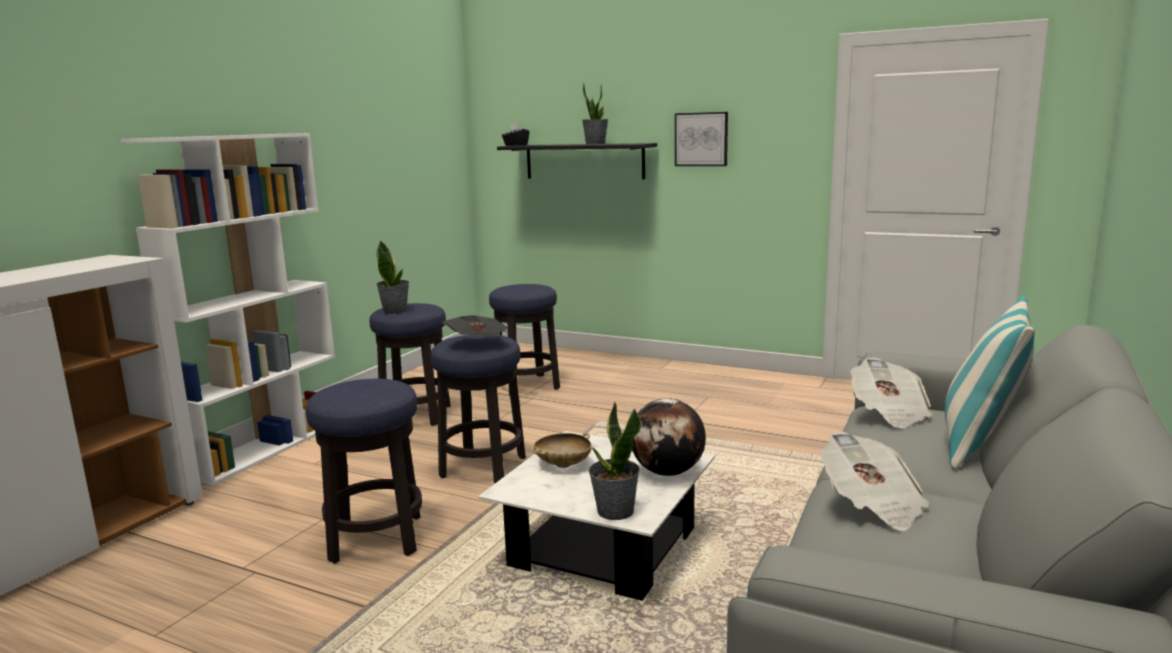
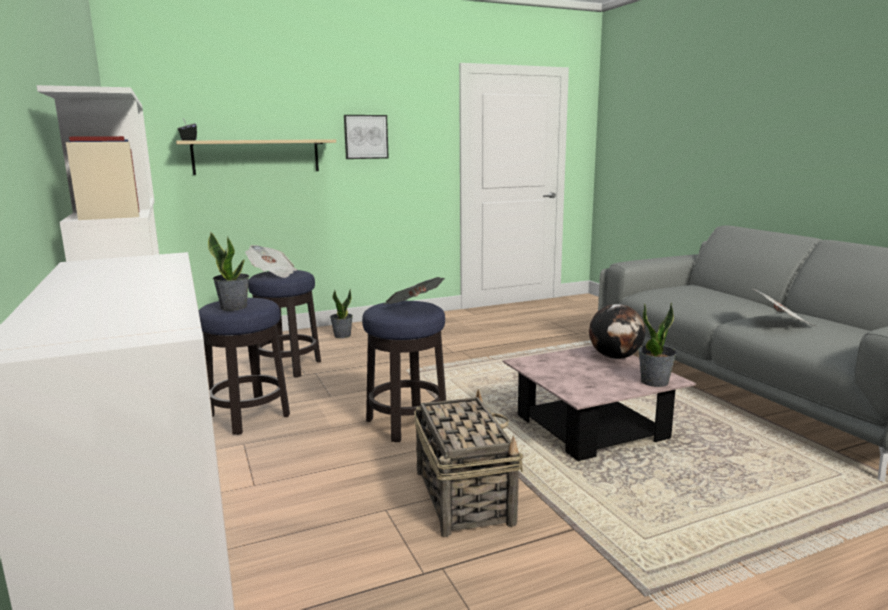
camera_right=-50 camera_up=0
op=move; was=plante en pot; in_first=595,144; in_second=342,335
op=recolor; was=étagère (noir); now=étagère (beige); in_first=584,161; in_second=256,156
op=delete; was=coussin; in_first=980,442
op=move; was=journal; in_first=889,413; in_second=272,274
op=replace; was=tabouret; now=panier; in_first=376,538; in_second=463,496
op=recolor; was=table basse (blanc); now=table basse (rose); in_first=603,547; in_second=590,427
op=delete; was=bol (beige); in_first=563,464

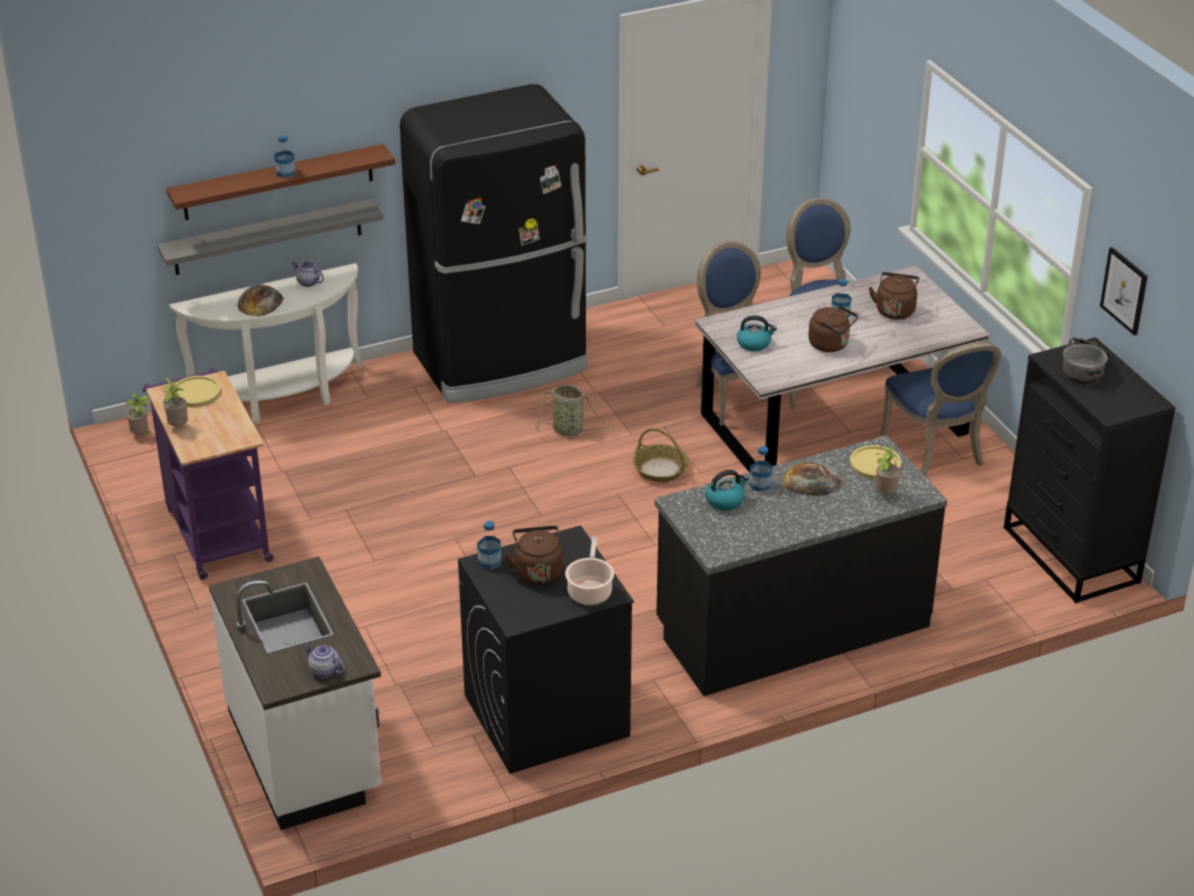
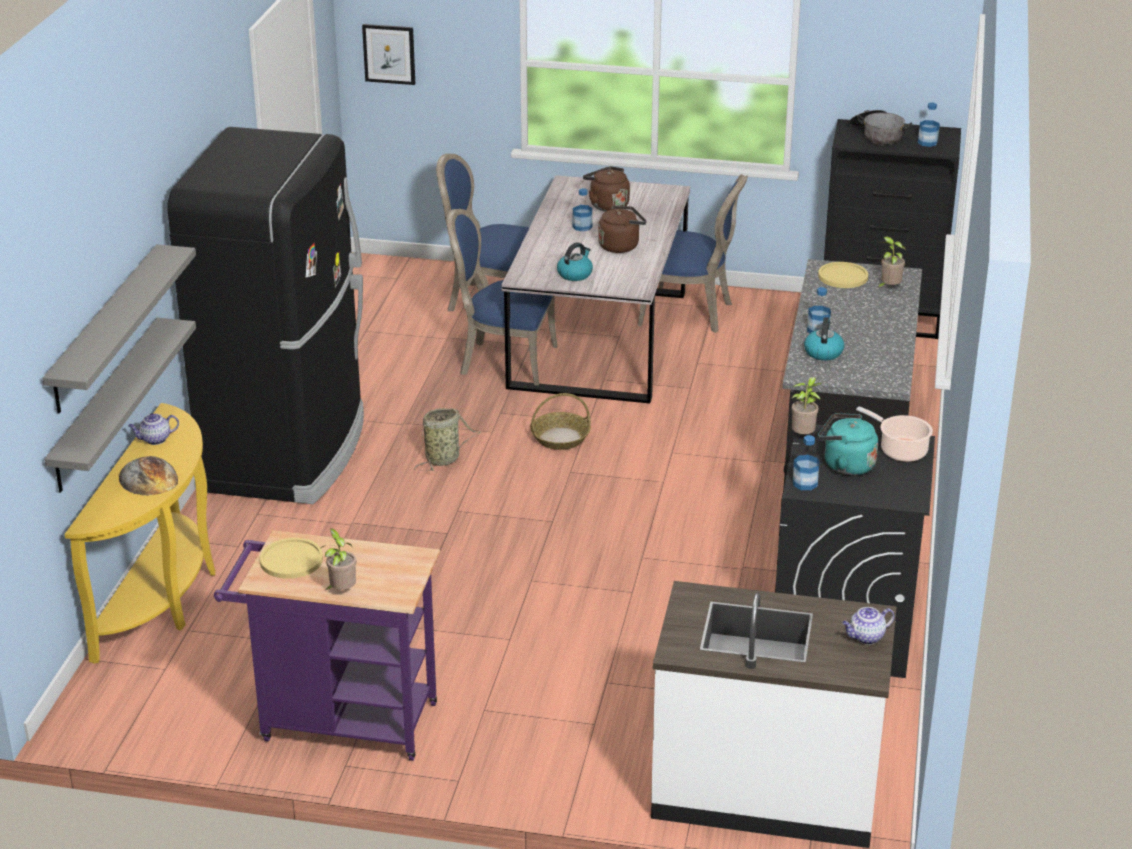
camera_right=-55 camera_up=-5
op=move; was=bouteille; in_first=285,172; in_second=927,142
op=recolor; was=étagère (marron); now=étagère (gris); in_first=278,182; in_second=105,328
op=move; was=tableau; in_first=1124,291; in_second=389,54
op=recolor; was=table console (blanc); now=table console (jaune); in_first=282,398; in_second=164,597
op=move; was=plante en pot; in_first=141,435; in_second=803,436
op=delete; was=pain; in_first=812,481
op=recolor; was=bouilloire (marron); now=bouilloire (turquoise); in_first=537,571; in_second=845,465

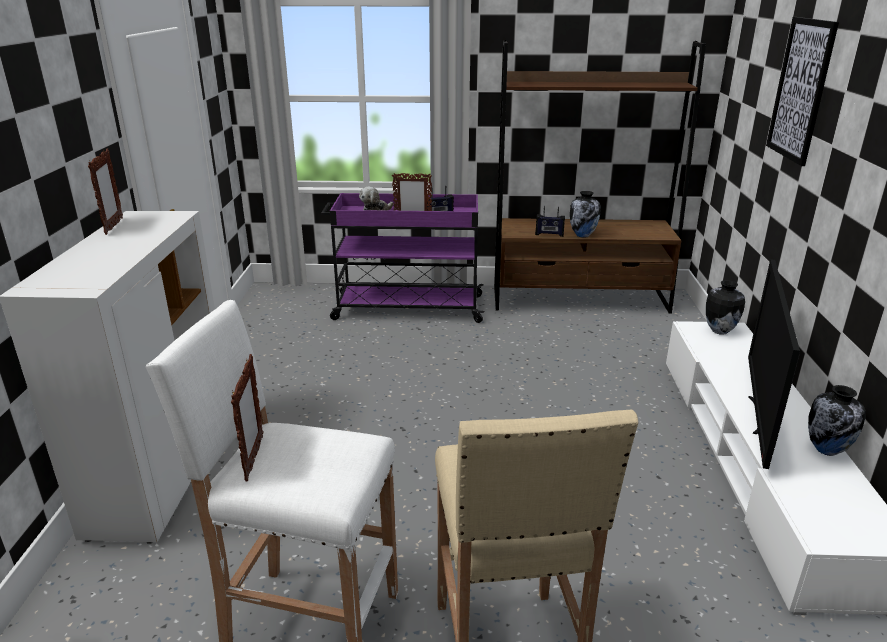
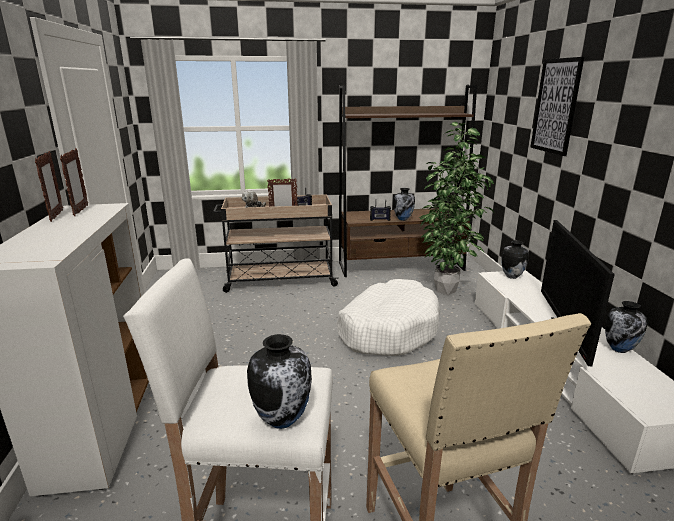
camera_right=-10 camera_up=-5
op=recolor; was=chariot (violet); now=chariot (beige); in_first=406,308; in_second=279,280
op=move; was=cadre photo; in_first=254,458; in_second=80,210
op=insert; now=plante en pot; in_second=447,290
op=insert; now=panier pour chien (blanc); in_second=388,329
op=insert; now=vase; in_second=282,419

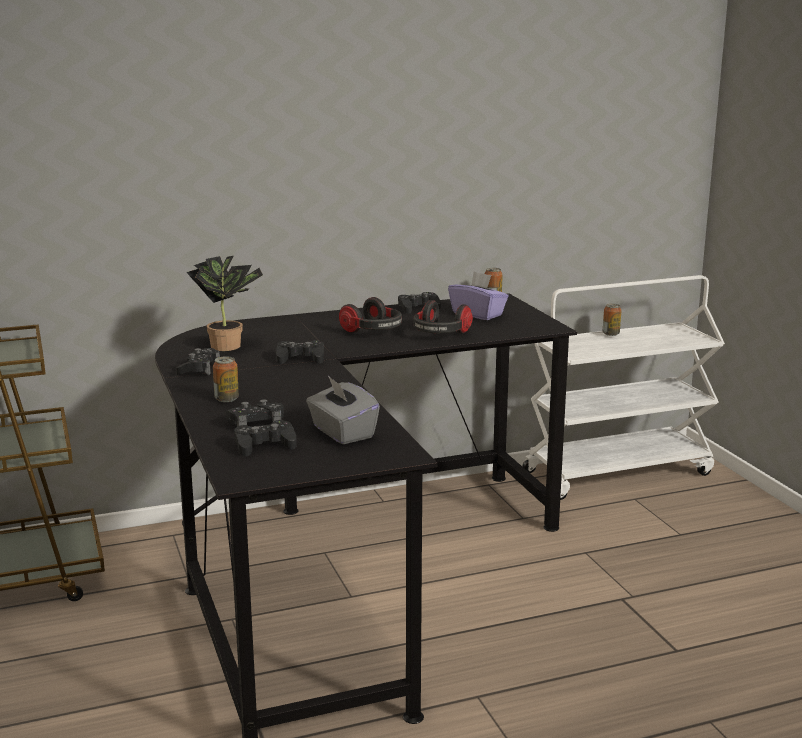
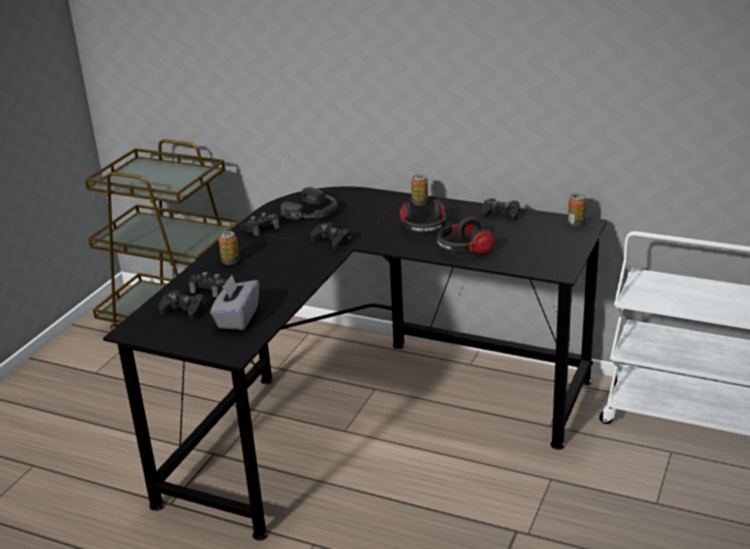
camera_right=45 camera_up=10
op=replace; was=plante en pot; now=casque audio (noir); in_first=230,345; in_second=313,212
op=delete; was=boîte à mouchoirs (violet); in_first=478,314
op=move; was=boîte métallique; in_first=611,334; in_second=420,203

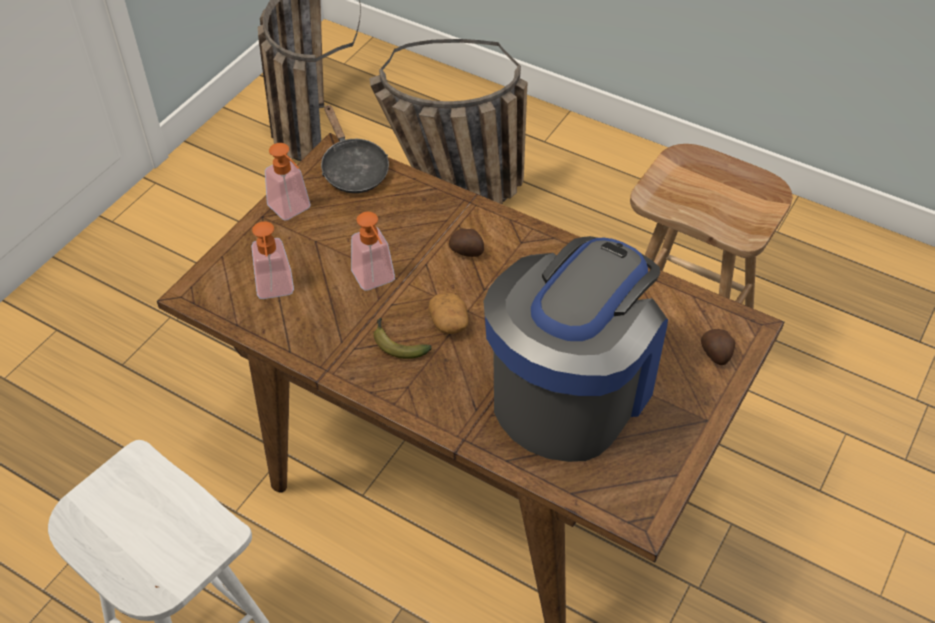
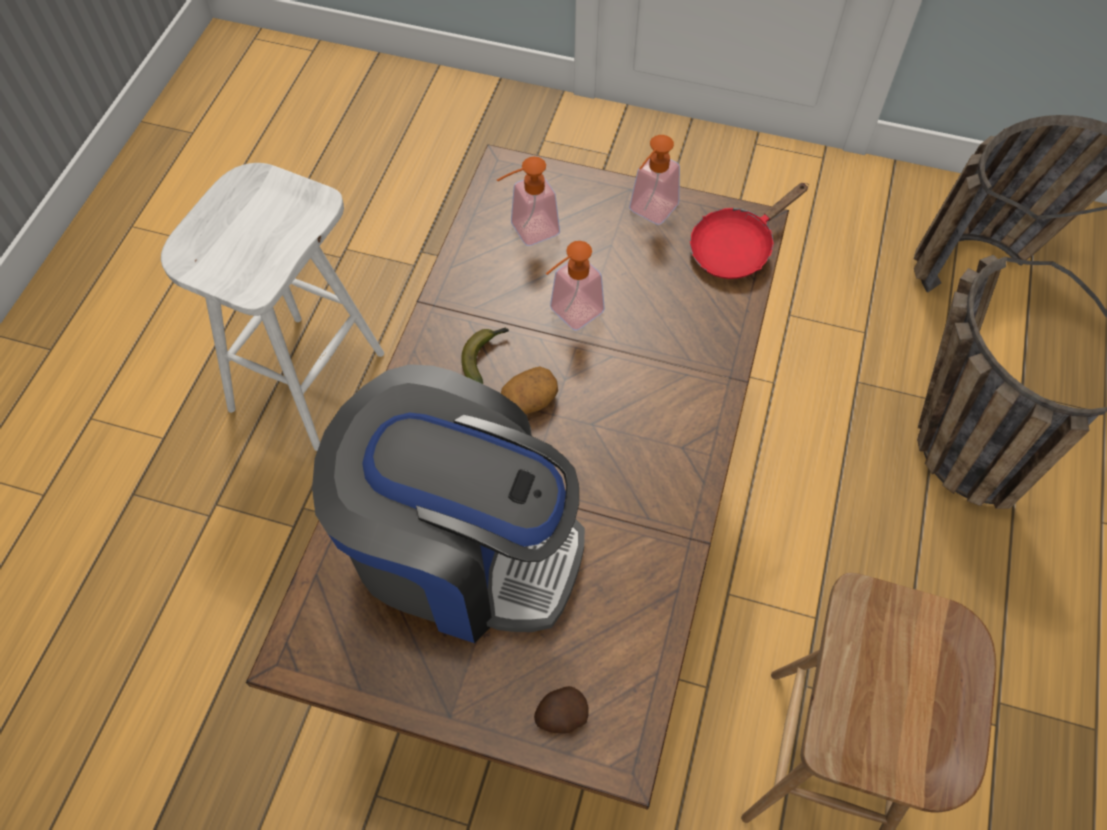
camera_right=75 camera_up=10
op=recolor; was=poêle (noir); now=poêle (rouge); in_first=353,169; in_second=736,247
op=delete; was=pomme de terre; in_first=467,251

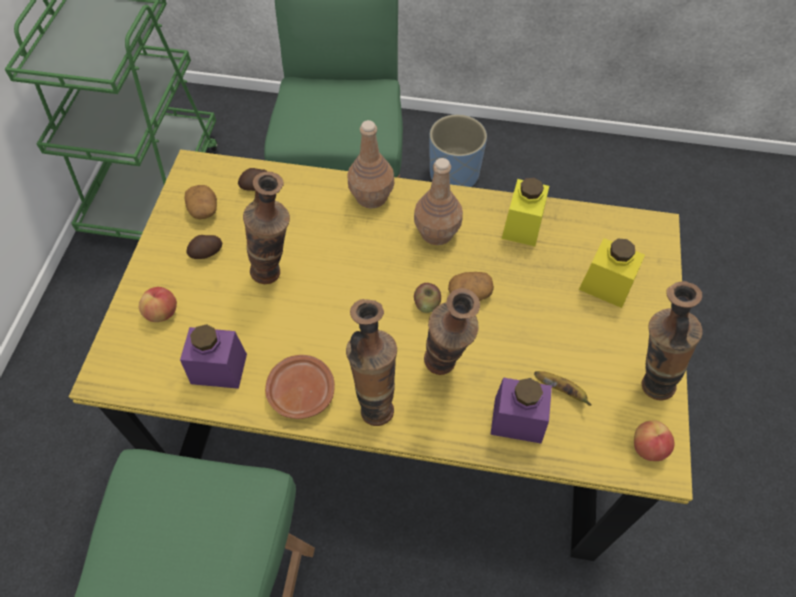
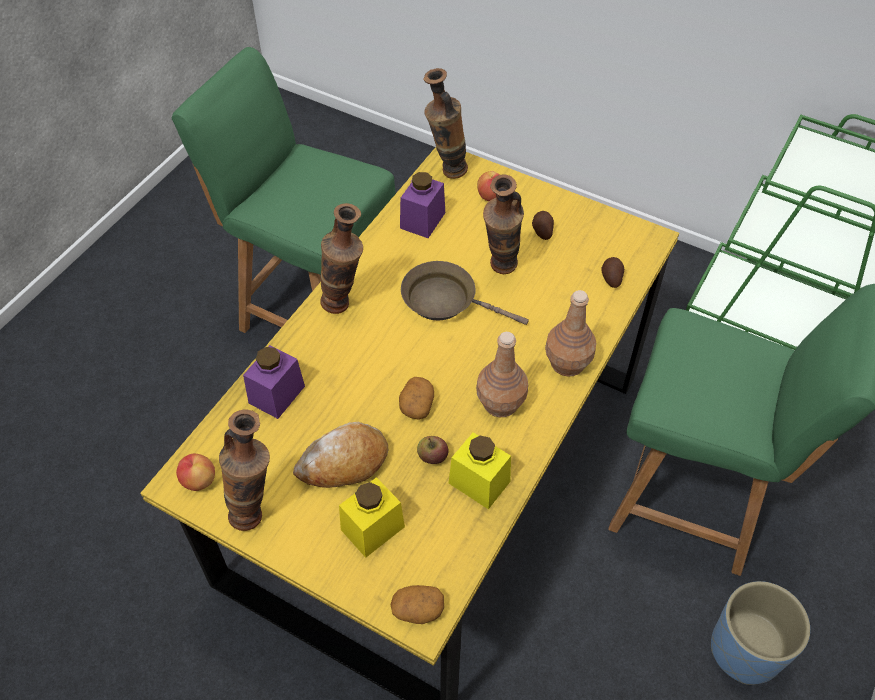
camera_right=110 camera_up=-5
op=move; was=pomme de terre; in_first=204,209; in_second=417,610
op=move; was=pomme; in_first=427,304; in_second=432,457
op=move; was=vase; in_first=444,370; in_second=446,171
op=delete; was=assiette (marron); in_first=301,391
op=delete; was=banane; in_first=561,390
op=insert; now=poêle (marron); in_second=445,300
op=insert; now=pain; in_second=344,463

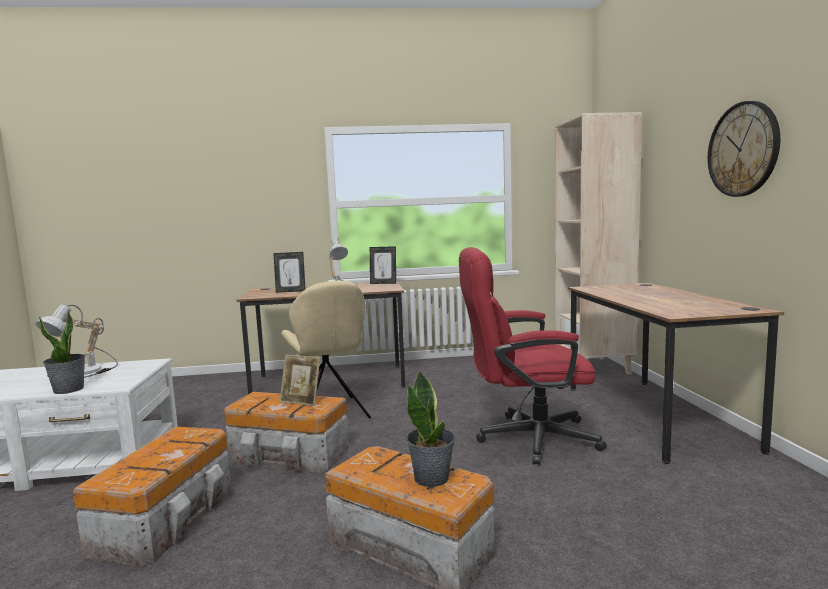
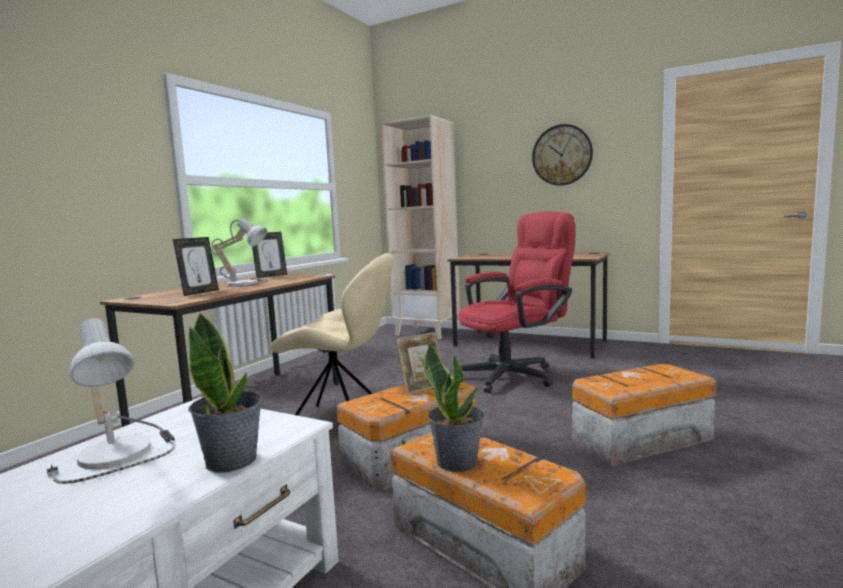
camera_right=-55 camera_up=0
op=rotate; was=chaise de bureau (rouge); in_first=526,438; in_second=515,375; clockwise=-150
op=move; was=plante en pot; in_first=432,478; in_second=457,462

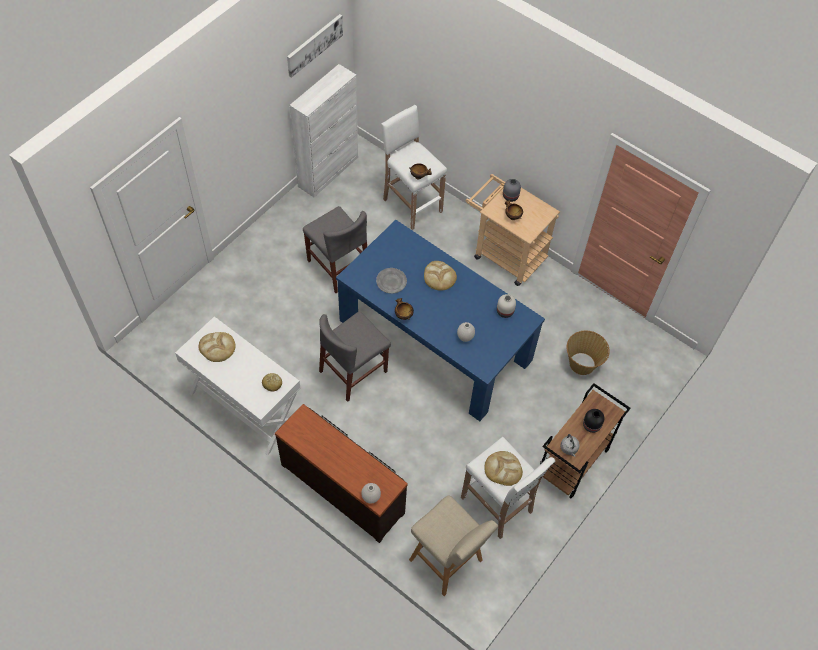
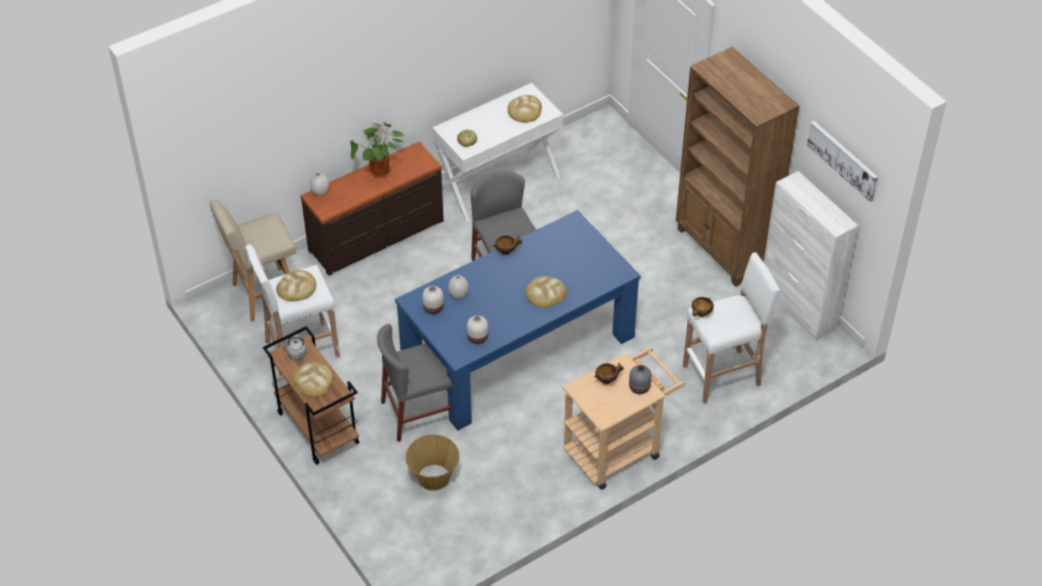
camera_right=110 camera_up=-10
op=move; was=chaise (gris); in_first=338,266; in_second=419,412
op=delete; was=assiette (gris); in_first=391,282
op=replace; was=vase (noir); now=pain; in_first=591,425; in_second=313,381
op=insert; now=bibliothèque (marron); in_second=724,249
op=insert; now=plante en pot; in_second=380,173
op=insert; now=vase (blanc); in_second=432,308

